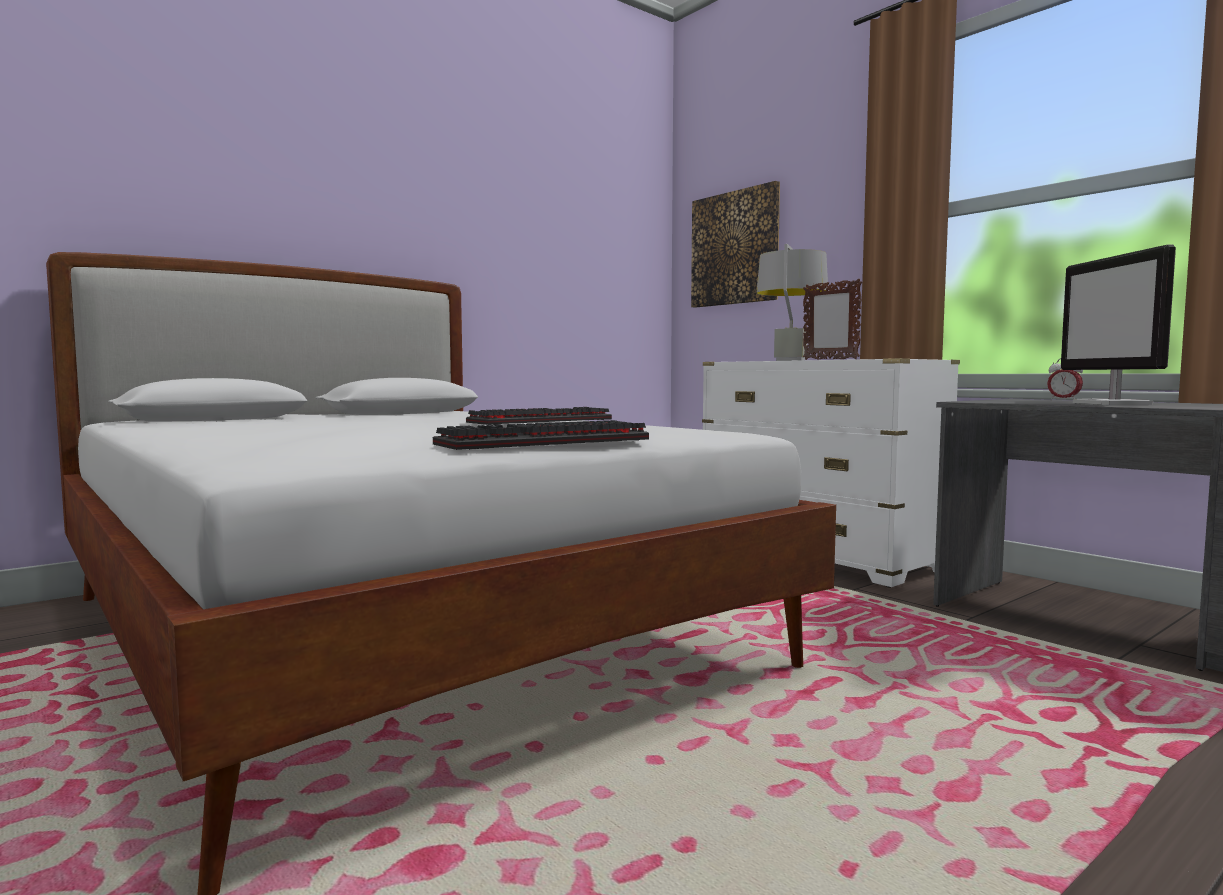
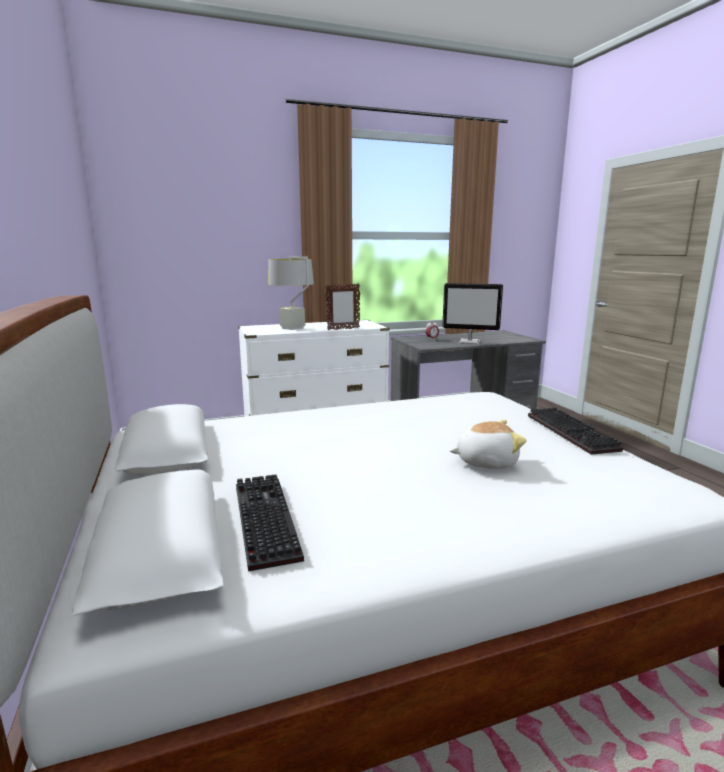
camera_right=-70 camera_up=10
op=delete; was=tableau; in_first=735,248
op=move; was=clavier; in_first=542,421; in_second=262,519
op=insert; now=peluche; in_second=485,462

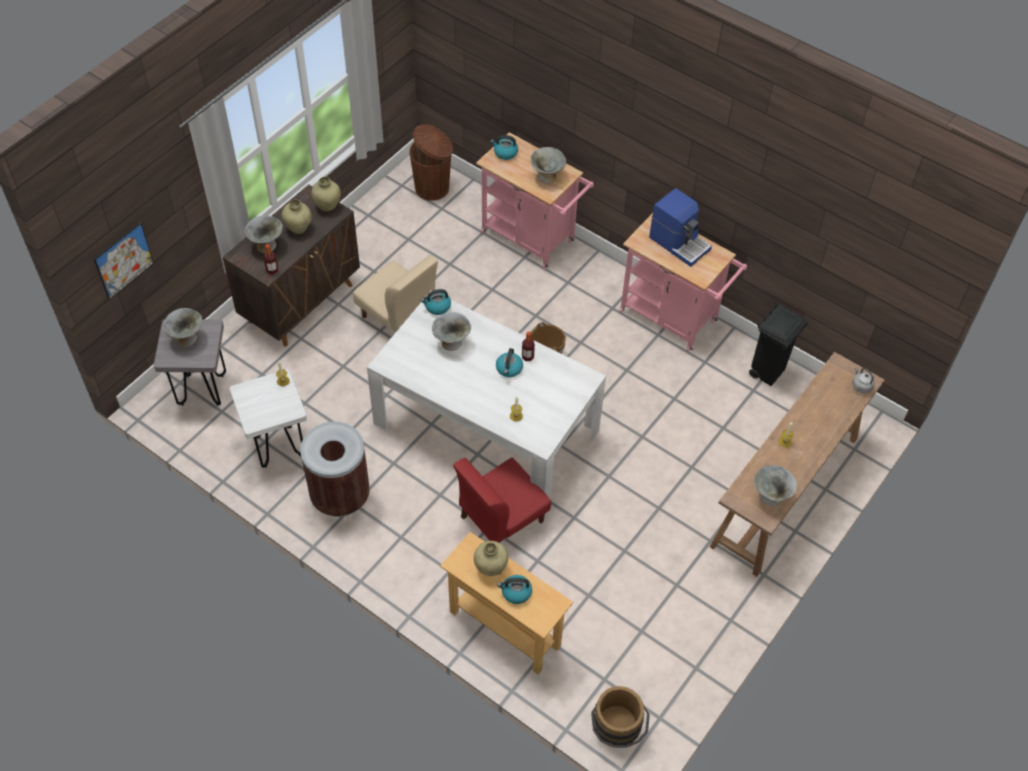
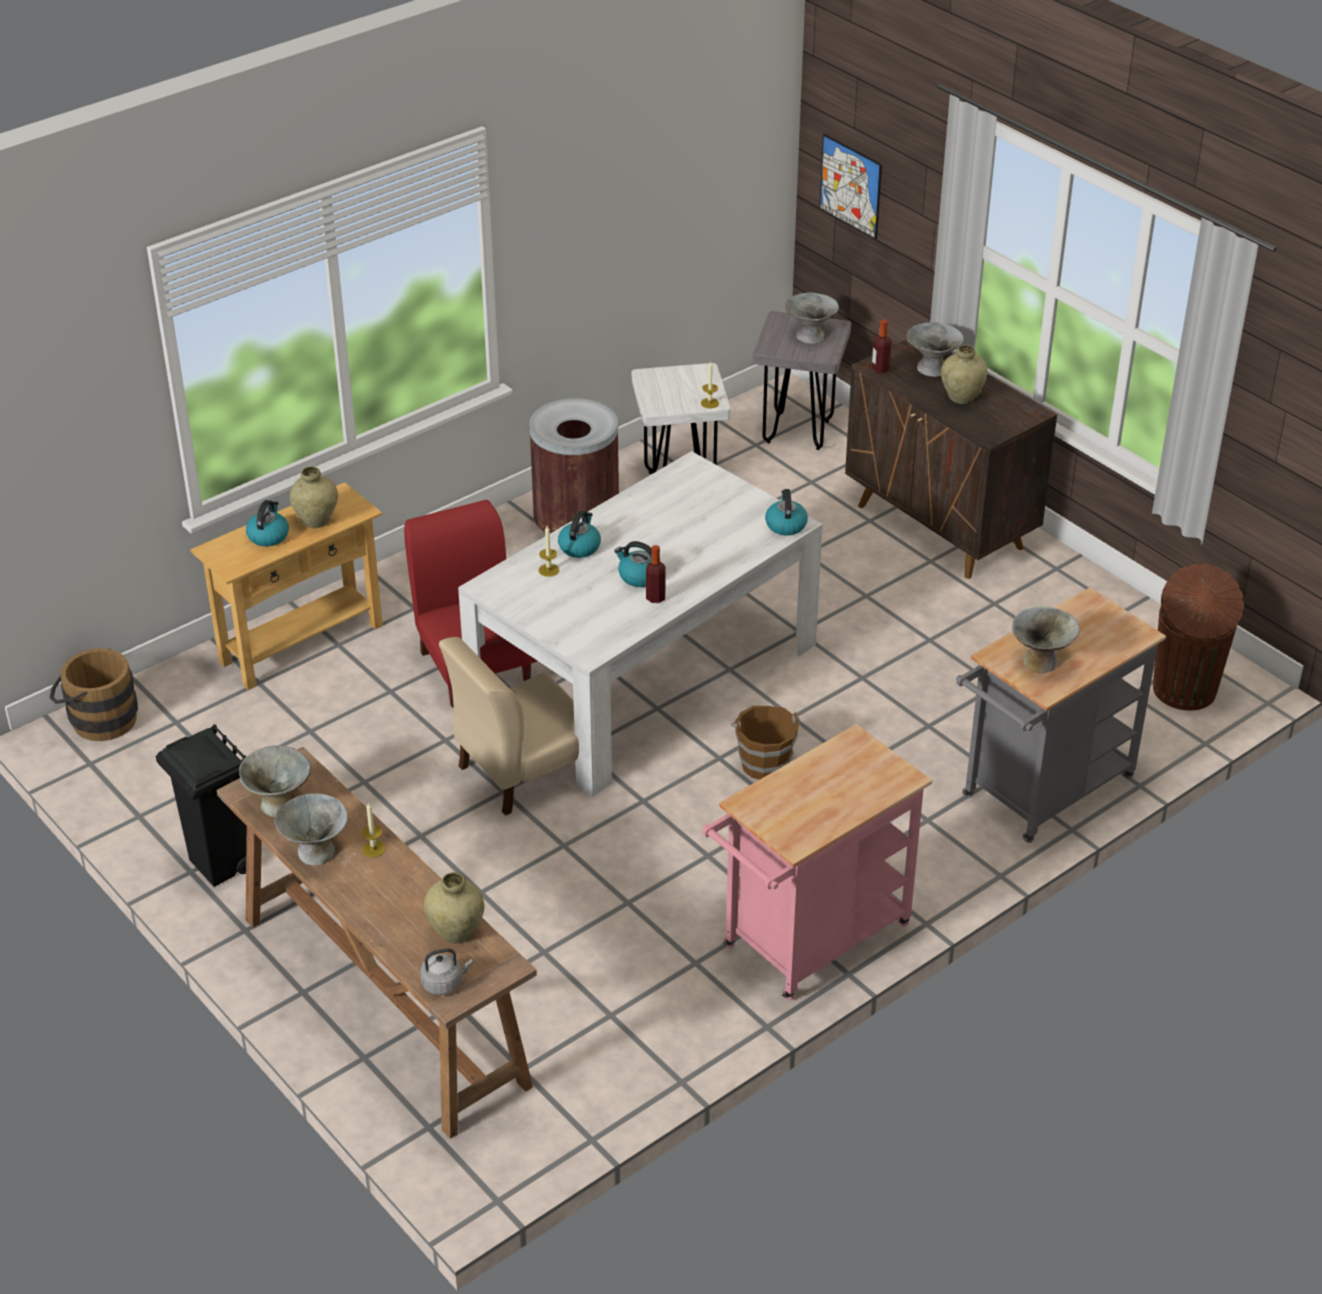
camera_right=105 camera_up=-15
op=recolor; was=chariot (rose); now=chariot (gris); in_first=532,239; in_second=1040,793
op=move; was=bouilloire; in_first=505,153; in_second=579,547
op=move; was=vase (beige); in_first=327,206; in_second=456,932
op=delete; was=machine à café; in_first=679,242
op=move; was=chaise (beige); in_first=398,318; in_second=522,771
op=move; was=poubelle (noir); in_first=767,371; in_second=221,865
op=move; was=bol (gris); in_first=451,343; in_second=315,852

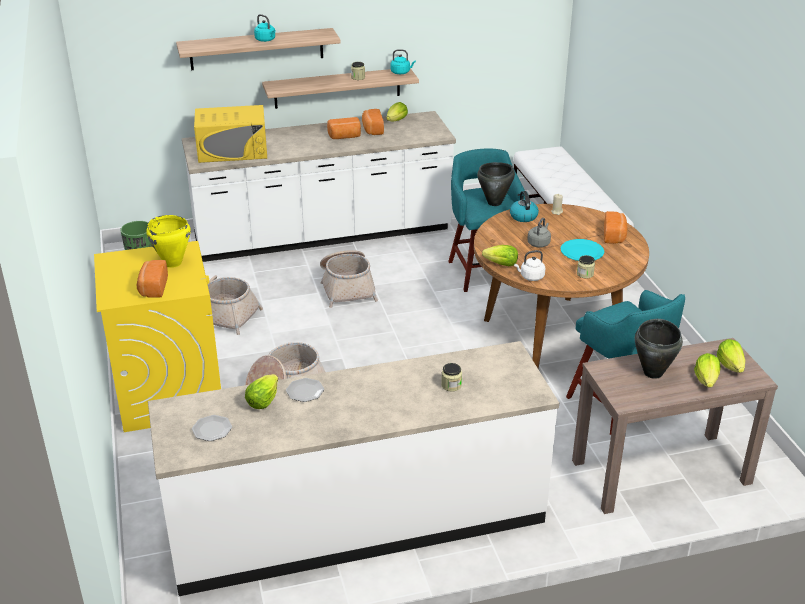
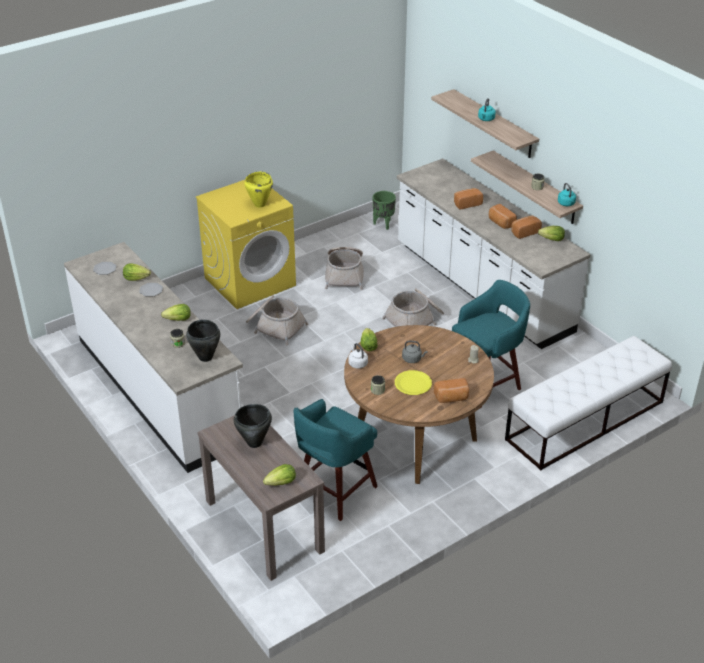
camera_right=70 camera_up=5
op=delete; was=micro-ondes (jaune); in_first=233,151
op=move; was=marmite (noir); in_first=495,203; in_second=205,357
op=delete; was=bouilloire; in_first=523,216
op=recolor; was=assiette (turquoise); now=assiette (jaune); in_first=582,251; in_second=413,384
op=move; was=pain; in_first=152,288; in_second=467,204
op=move; was=laitue; in_first=706,380; in_second=178,320

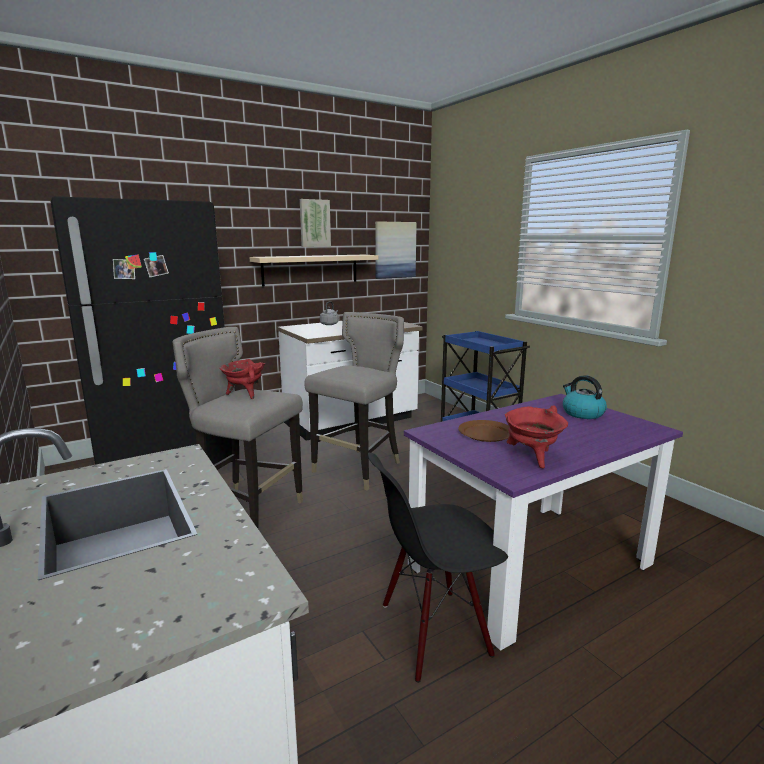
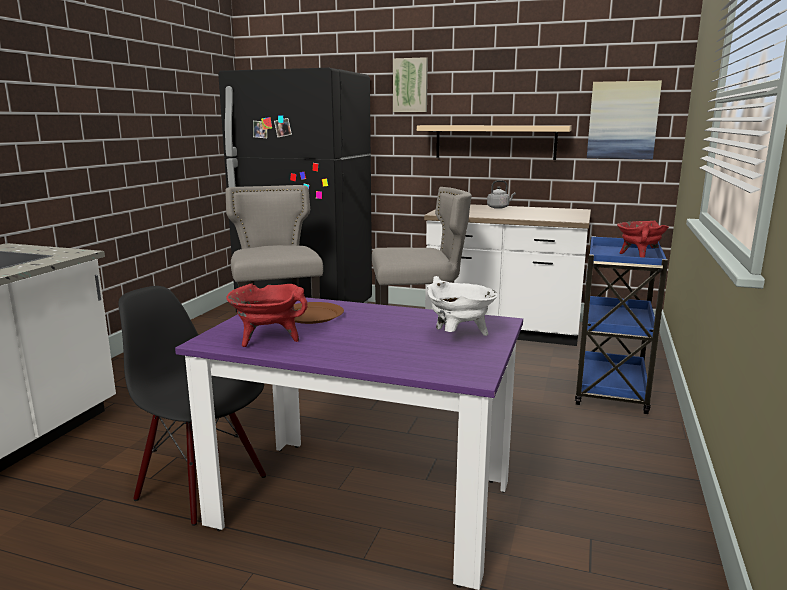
camera_right=50 camera_up=0
op=move; was=tableau; in_first=314,223; in_second=410,85
op=move; was=marmite (rouge); in_first=244,394; in_second=638,257
op=replace; was=bouilloire; now=marmite (blanc); in_first=582,413; in_second=459,336

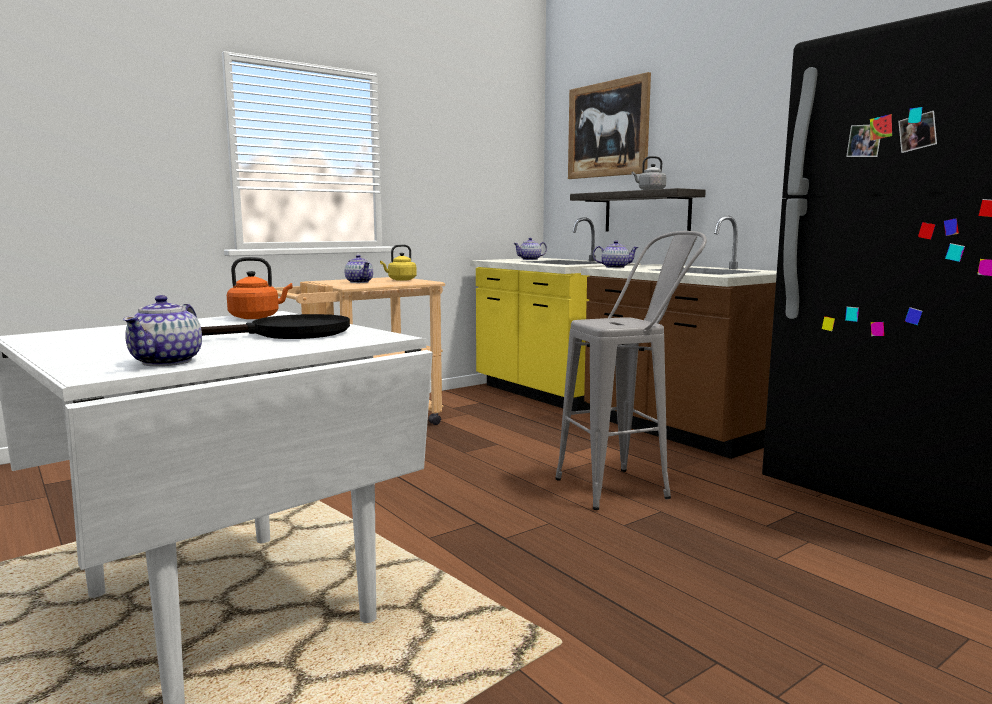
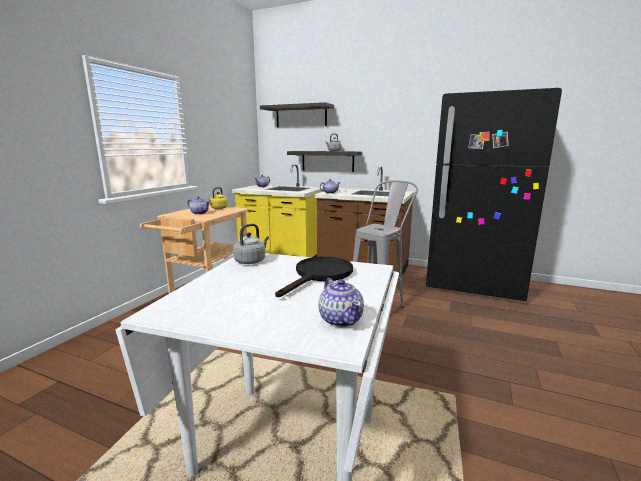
camera_right=-30 camera_up=5
op=replace; was=tableau; now=étagère; in_first=607,129; in_second=301,116
op=recolor; was=bouilloire (orange); now=bouilloire (gris); in_first=257,317; in_second=251,261

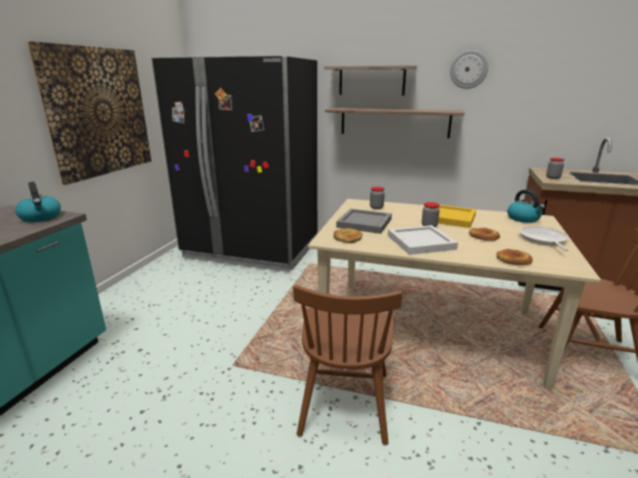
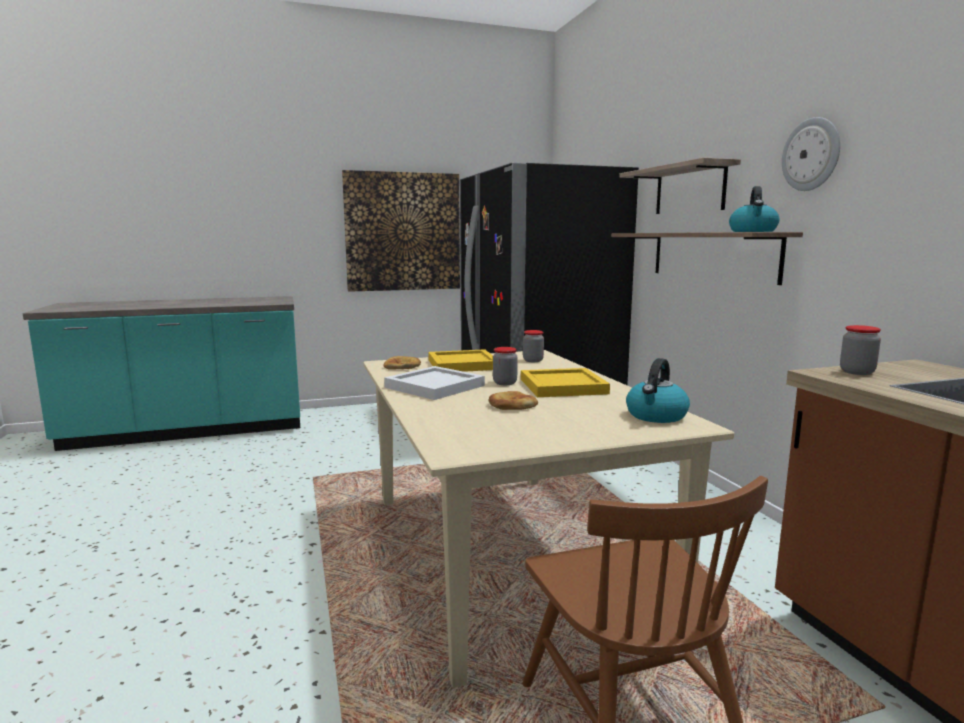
camera_right=55 camera_up=-10
op=move; was=bouilloire; in_first=41,217; in_second=753,231
op=recolor; was=plateau (gris); now=plateau (jaune); in_first=364,223; in_second=463,364
op=delete; was=poêle; in_first=543,240
op=delete; was=pain; in_first=513,260
op=delete; was=chaise (marron); in_first=344,402

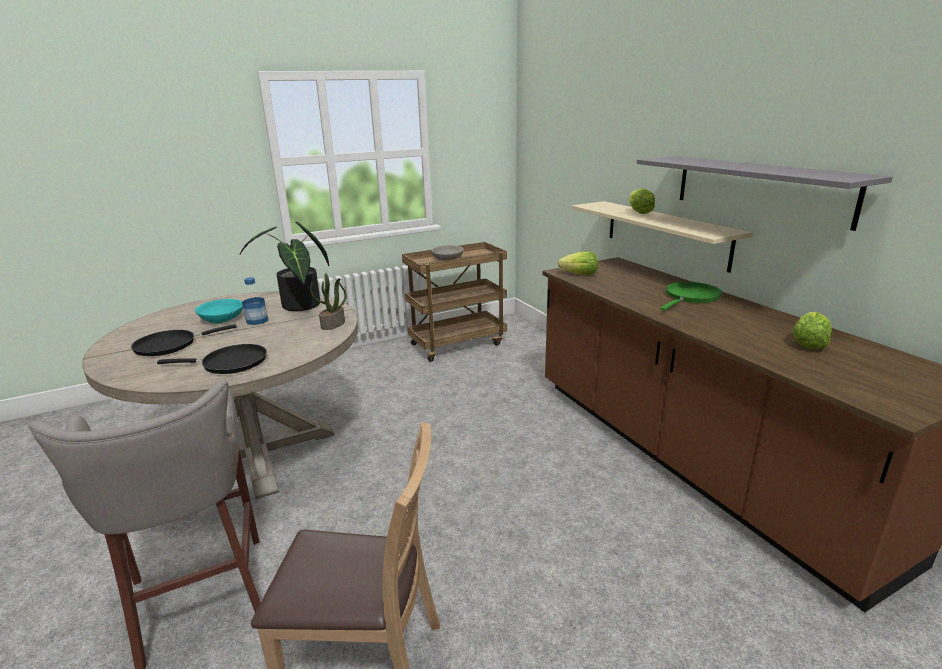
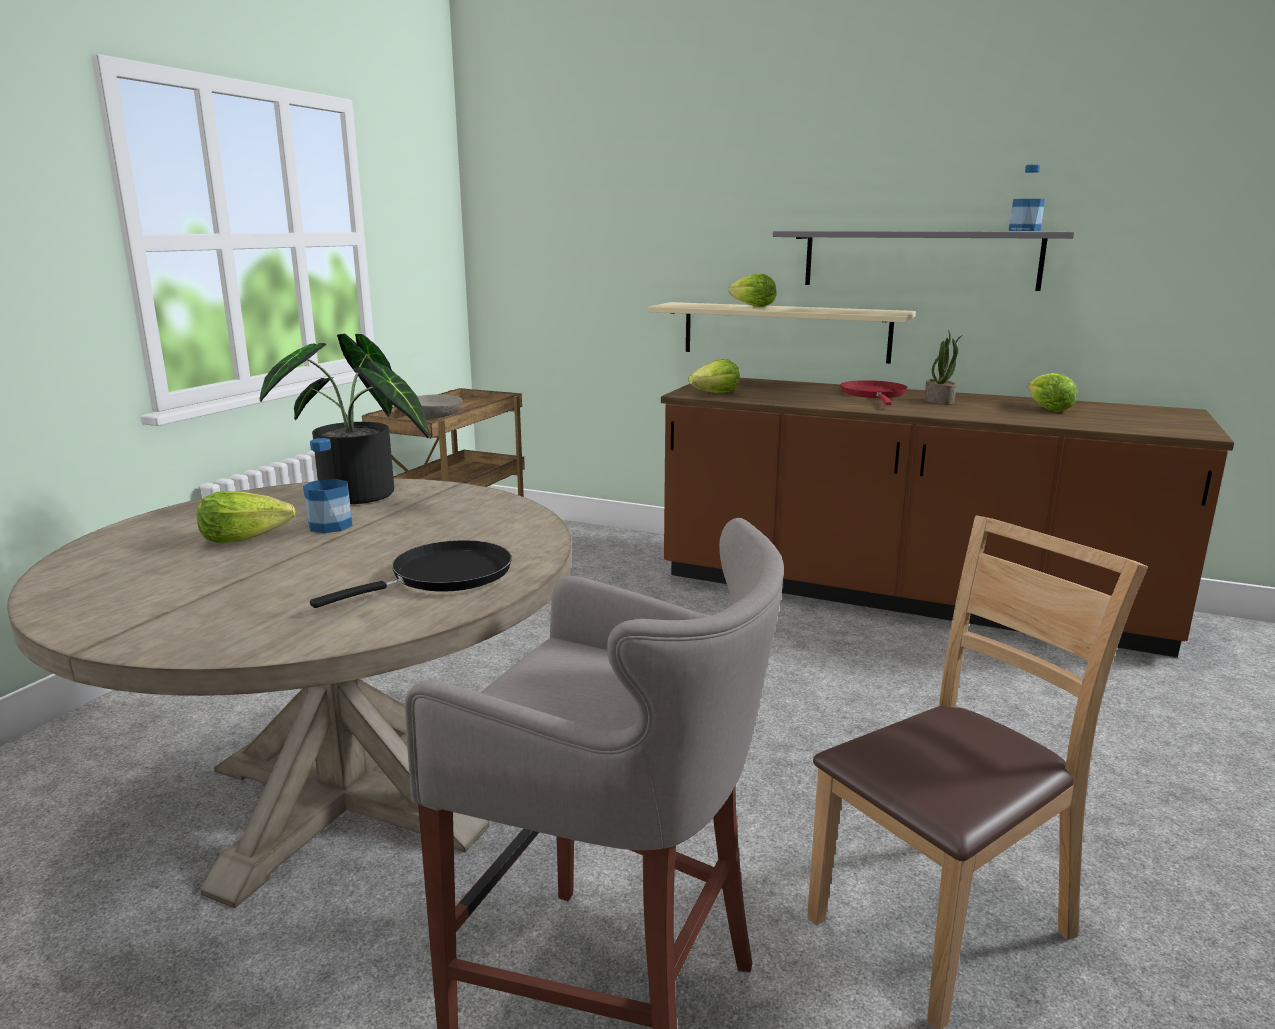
camera_right=-40 camera_up=-5
op=move; was=plante en pot; in_first=333,325; in_second=939,401
op=recolor; was=poêle (vert); now=poêle (rouge); in_first=690,297; in_second=874,395
op=replace; was=bol (turquoise); now=laitue; in_first=222,319; in_second=245,538
op=delete; was=poêle (noir); in_first=170,345
op=insert; now=bouteille; in_second=1024,230

